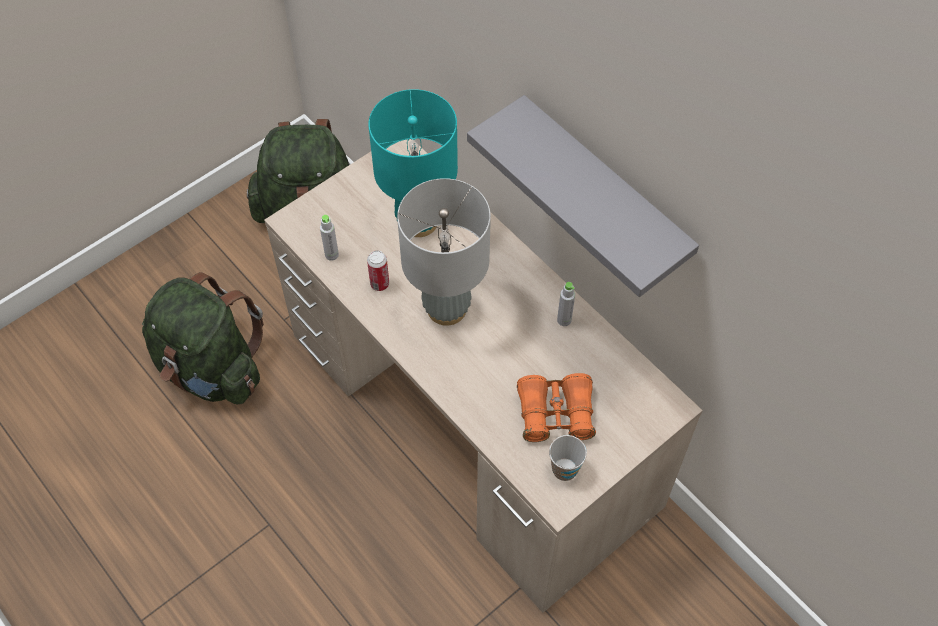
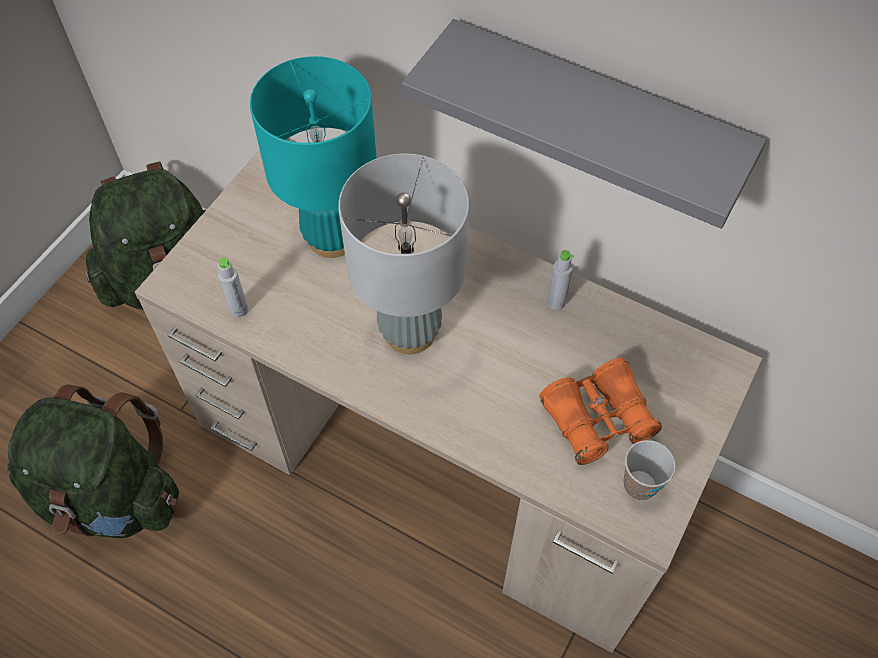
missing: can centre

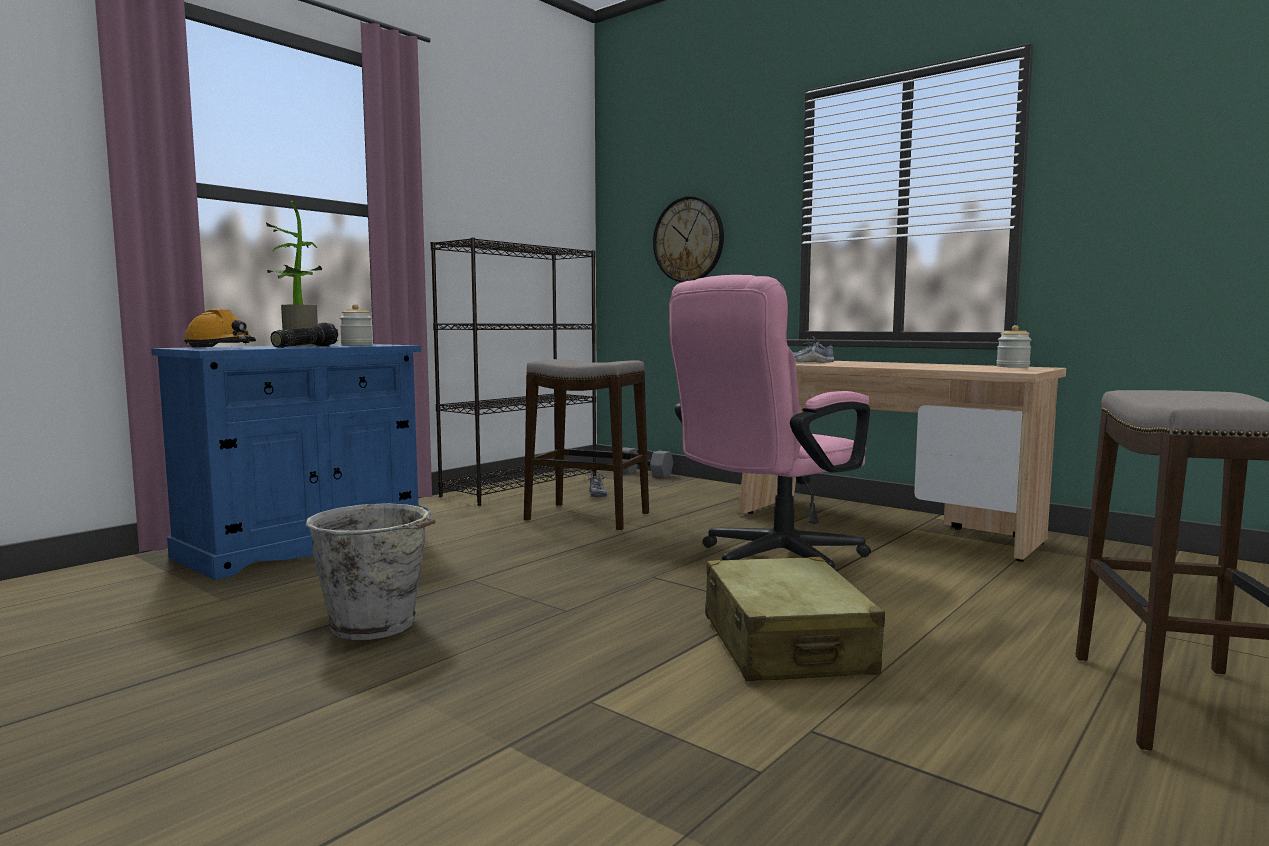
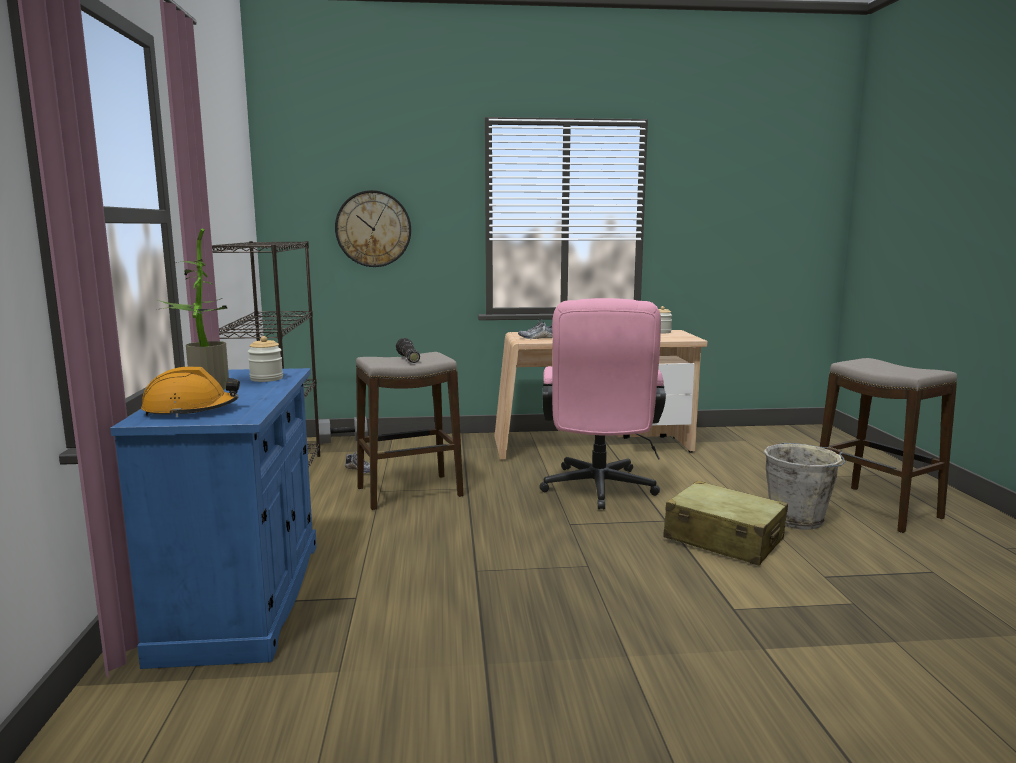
relocated: flashlight middle left to centre; grey bucket bottom left to middle right

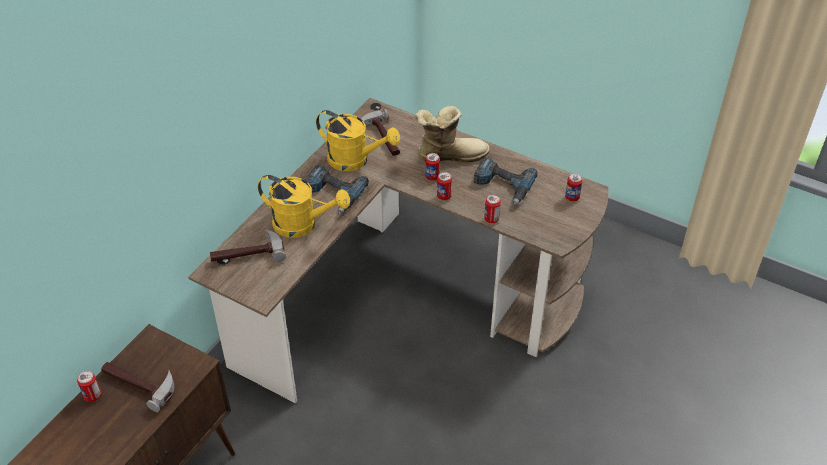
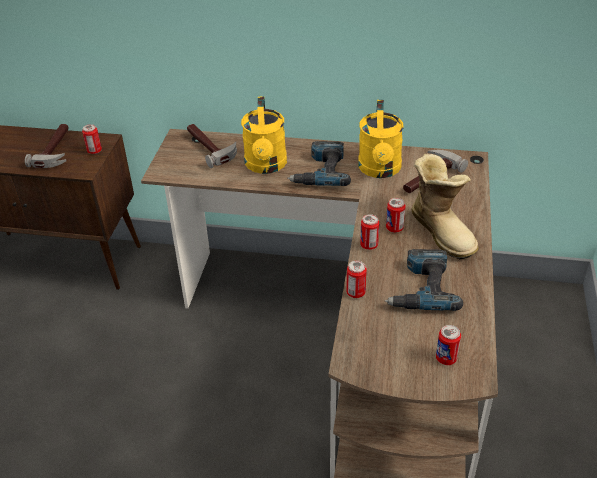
relocated: can (no. 1 from left) bottom left to top left

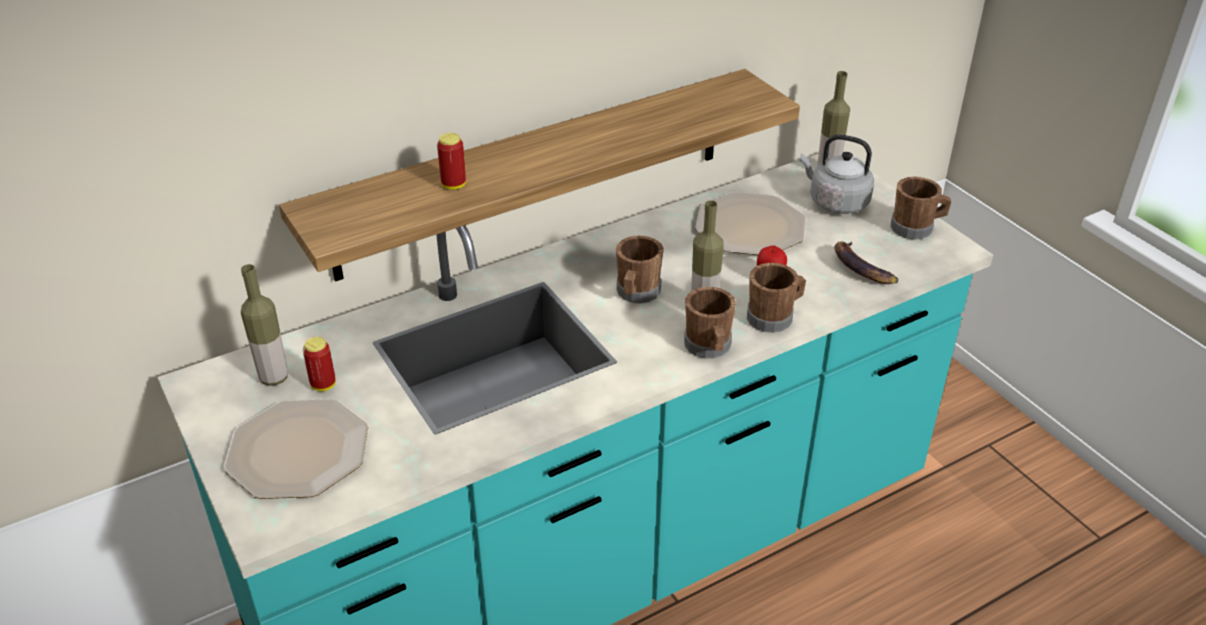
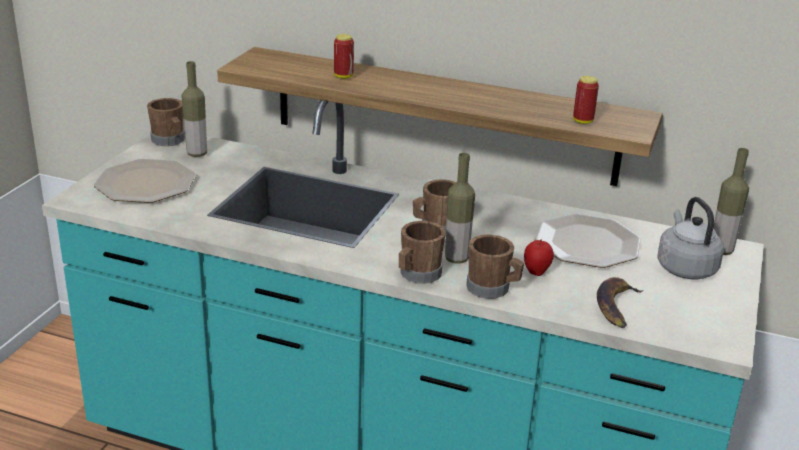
relocated: can (no. 1 from left in the first image) middle left to can (no. 2 from left) top right; brown mug (no. 4 from left in the first image) top right to brown mug (no. 1 from left) top left

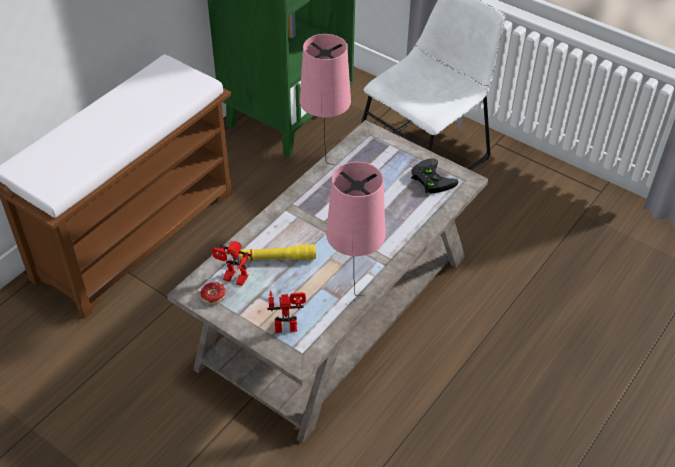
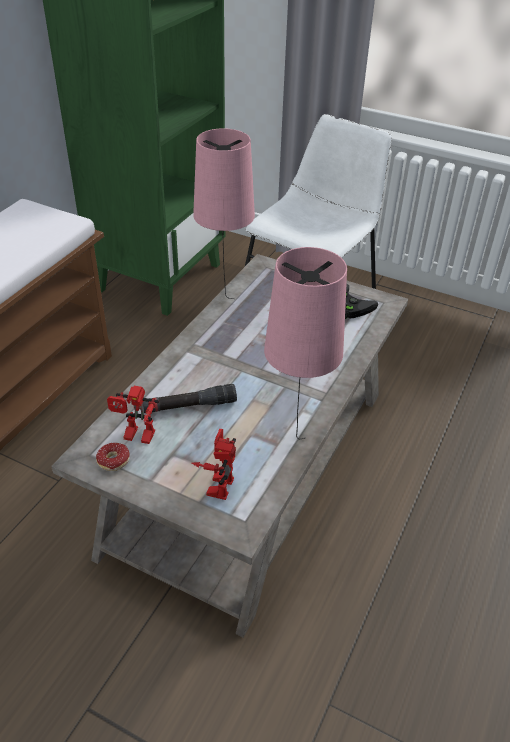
colour: yellow flashlight centre to black flashlight centre
spun: toy robot (no. 2 from left) centre = centre 60 degrees counterclockwise

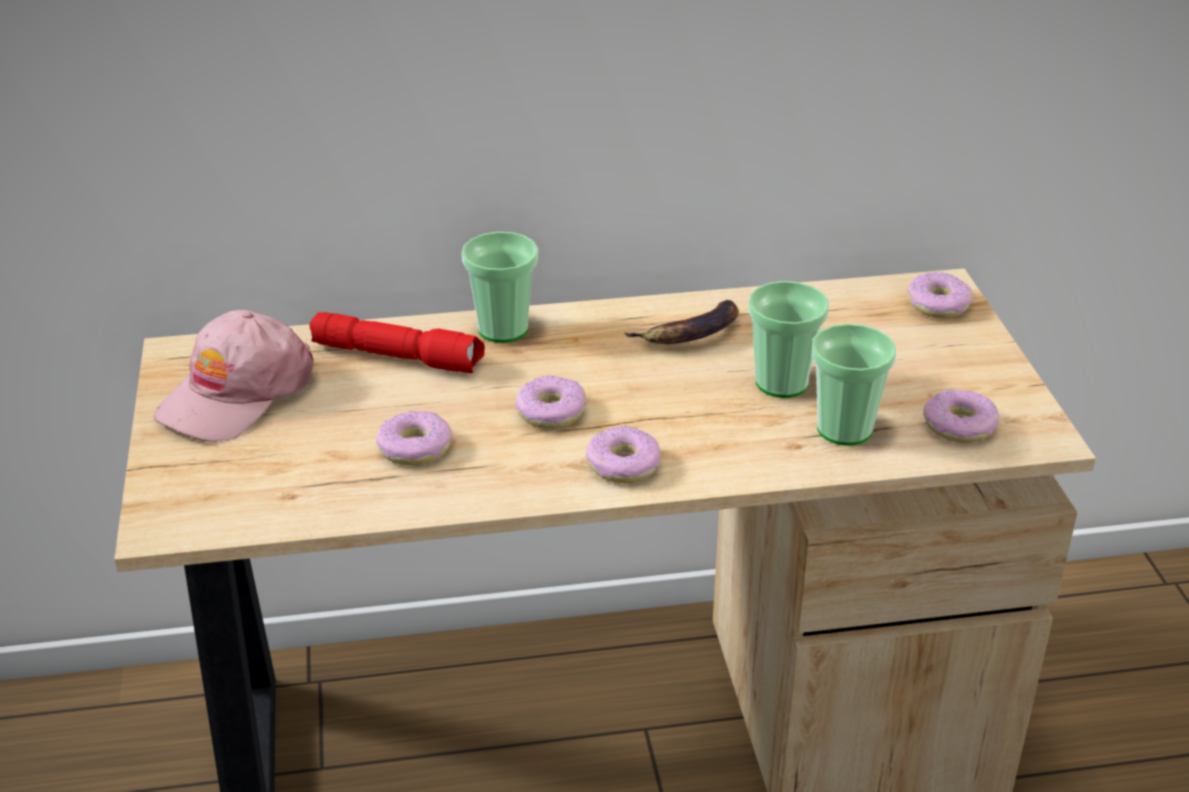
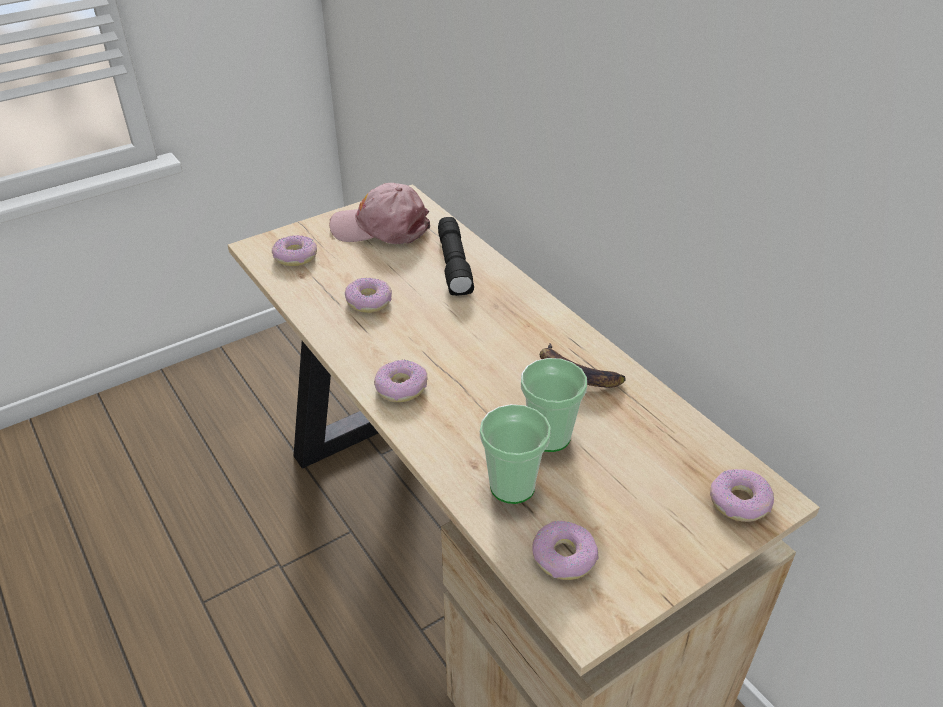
missing: cup (no. 1 from left) centre
relocated: donut (no. 2 from left in the first image) centre to donut (no. 1 from left) middle left
colour: red flashlight centre to black flashlight centre

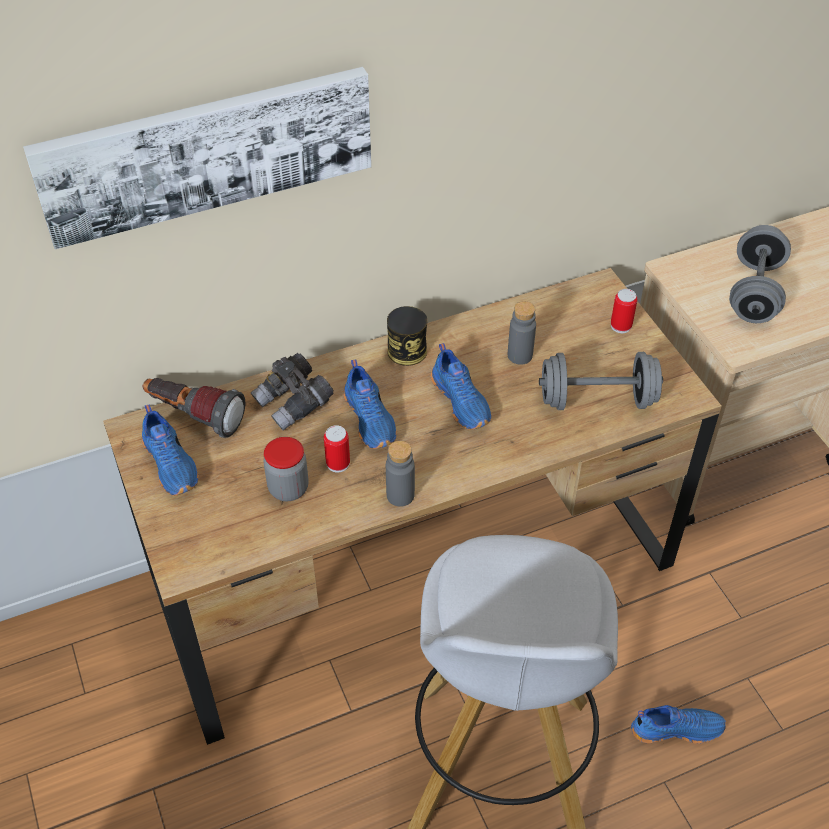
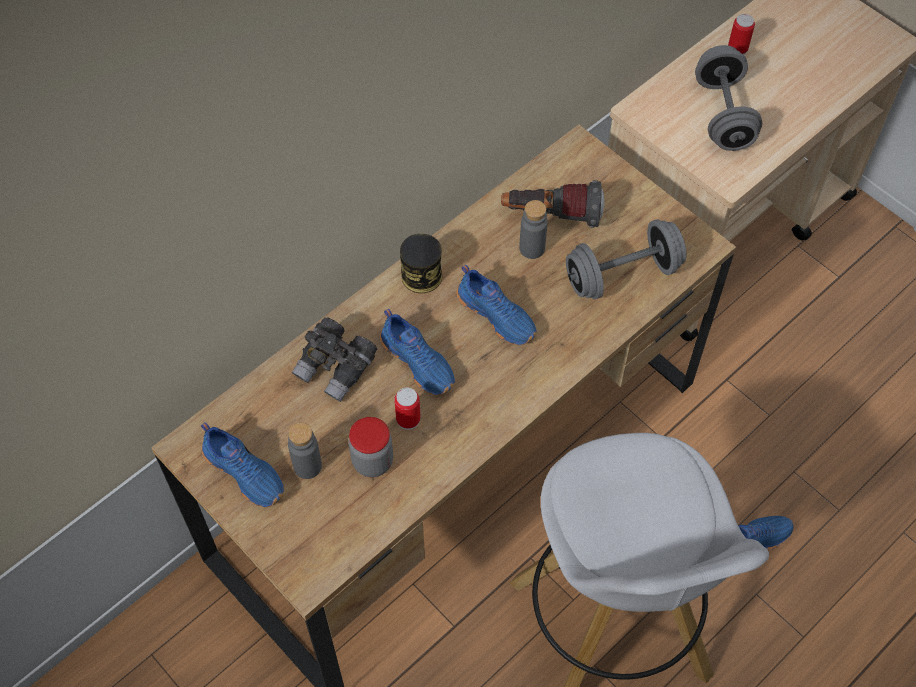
missing: picture top left
relocated: flashlight middle left to top centre; grey bottle (no. 1 from left) centre to middle left; can (no. 3 from left) middle right to top right

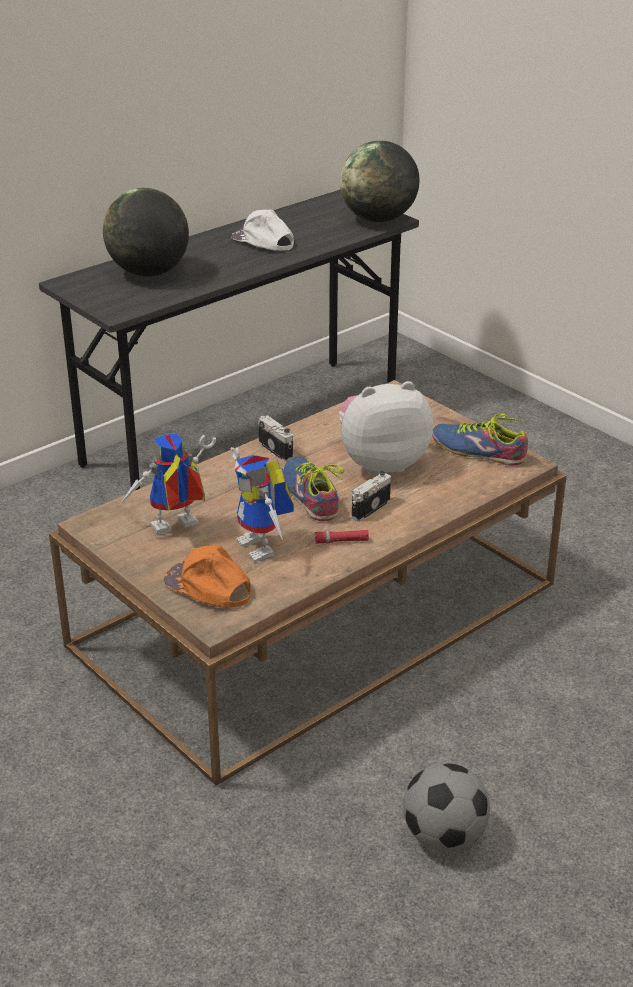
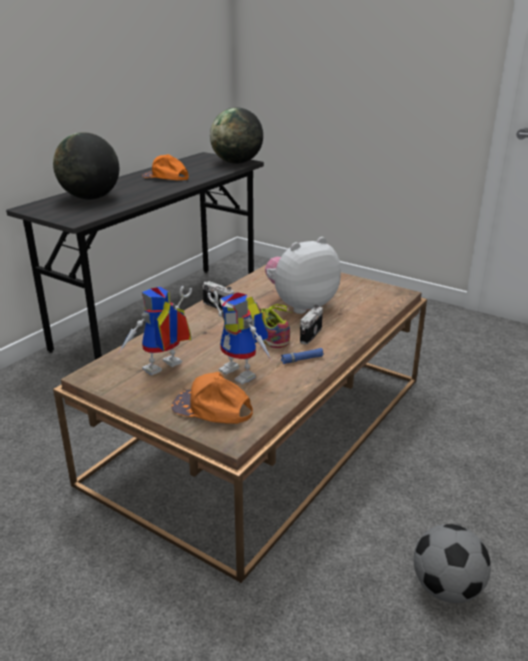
missing: shoe (no. 2 from left) middle right
colour: white cap top centre to orange cap (no. 1 from left) top left; red flashlight centre to blue flashlight centre

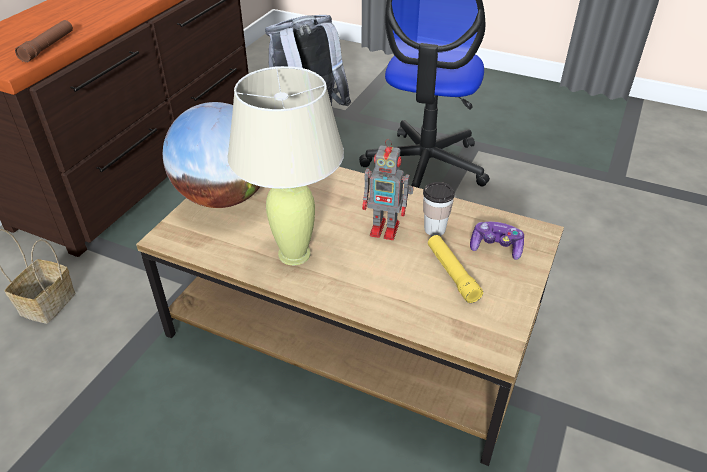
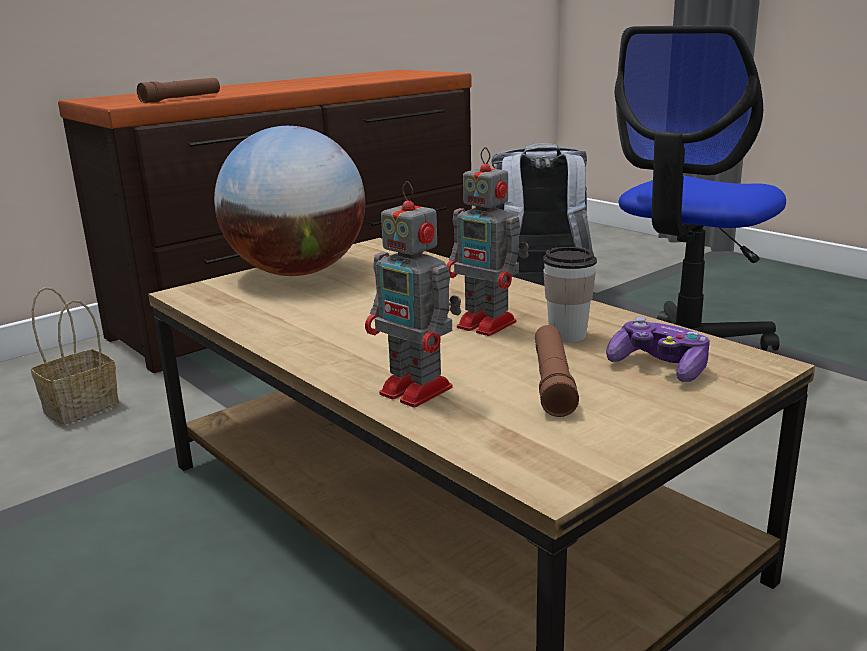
missing: beige table lamp centre
appeared: toy robot (no. 1 from left) centre
colour: yellow flashlight centre to brown flashlight (no. 2 from left) centre

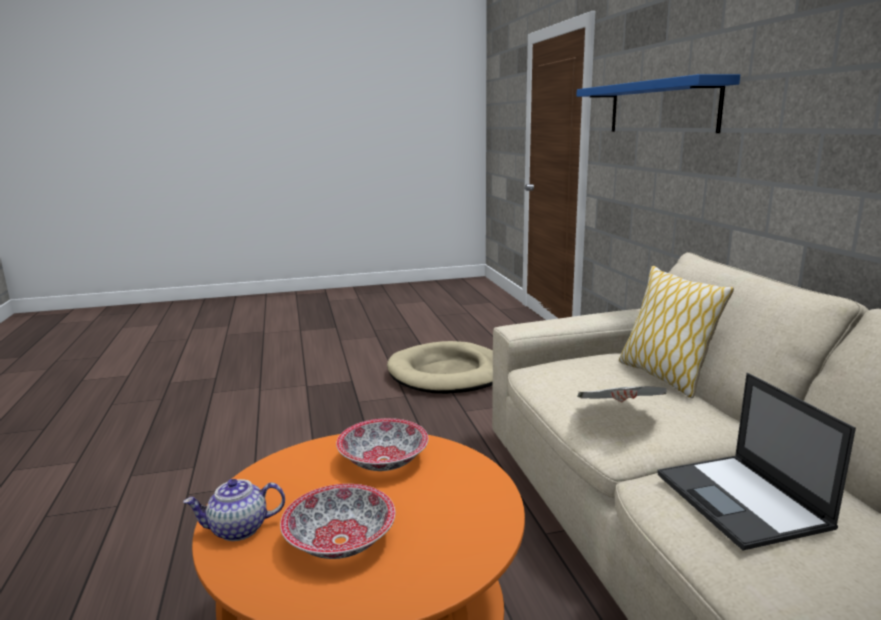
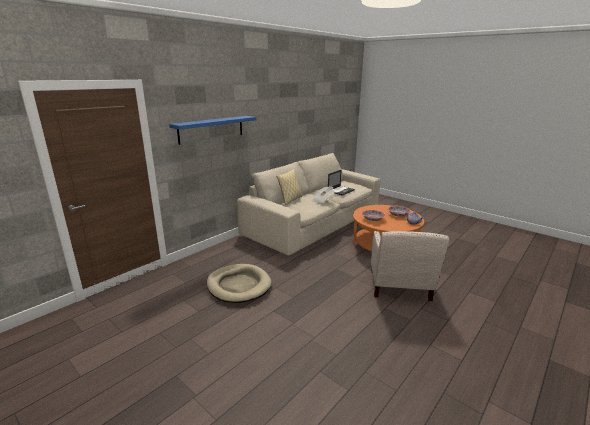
appeared: beige armchair middle right

